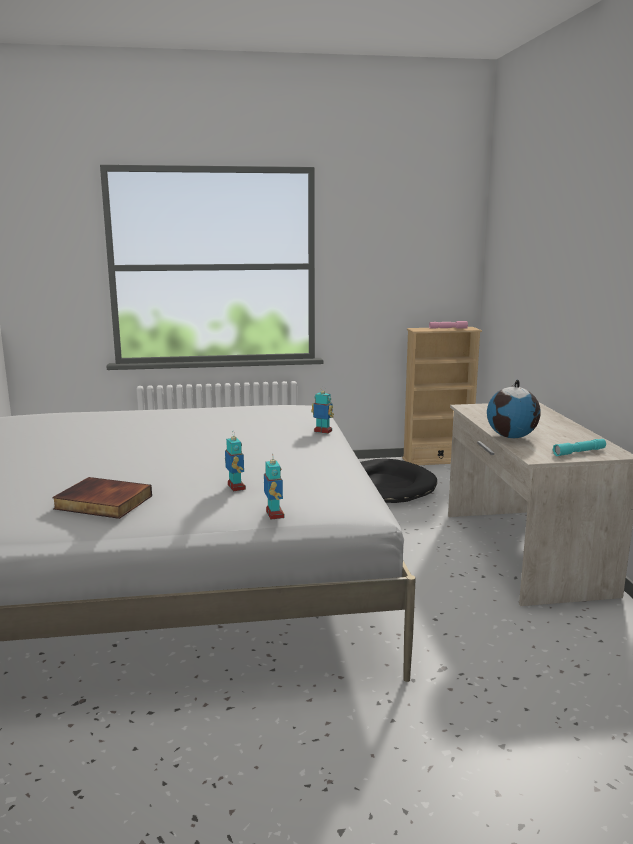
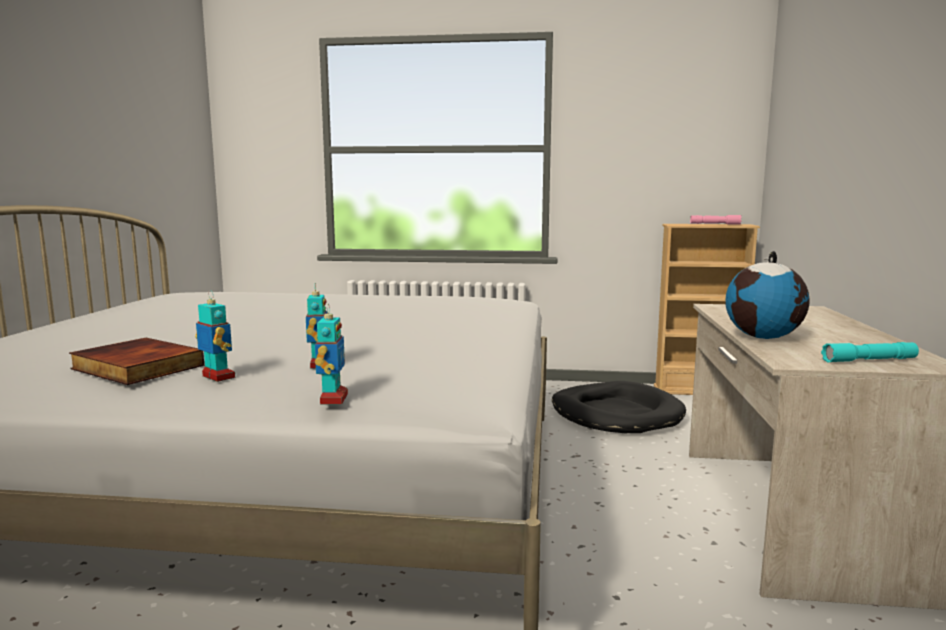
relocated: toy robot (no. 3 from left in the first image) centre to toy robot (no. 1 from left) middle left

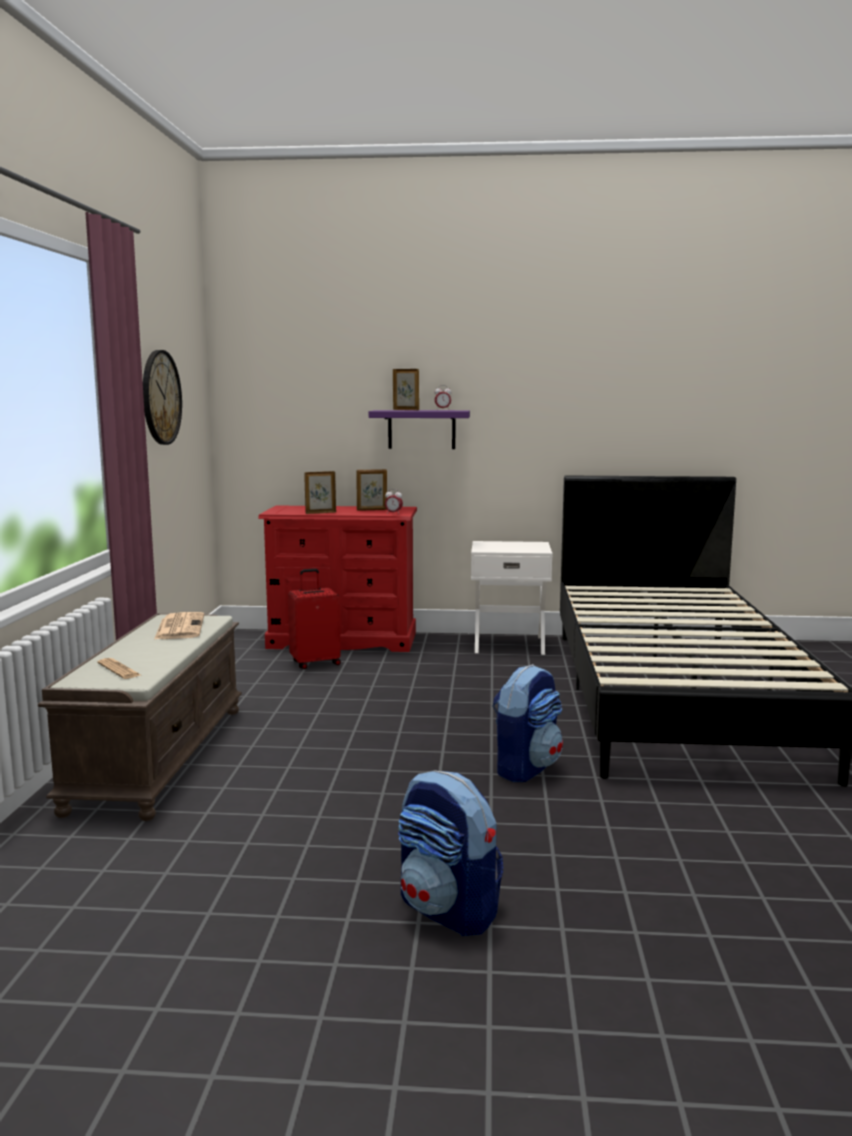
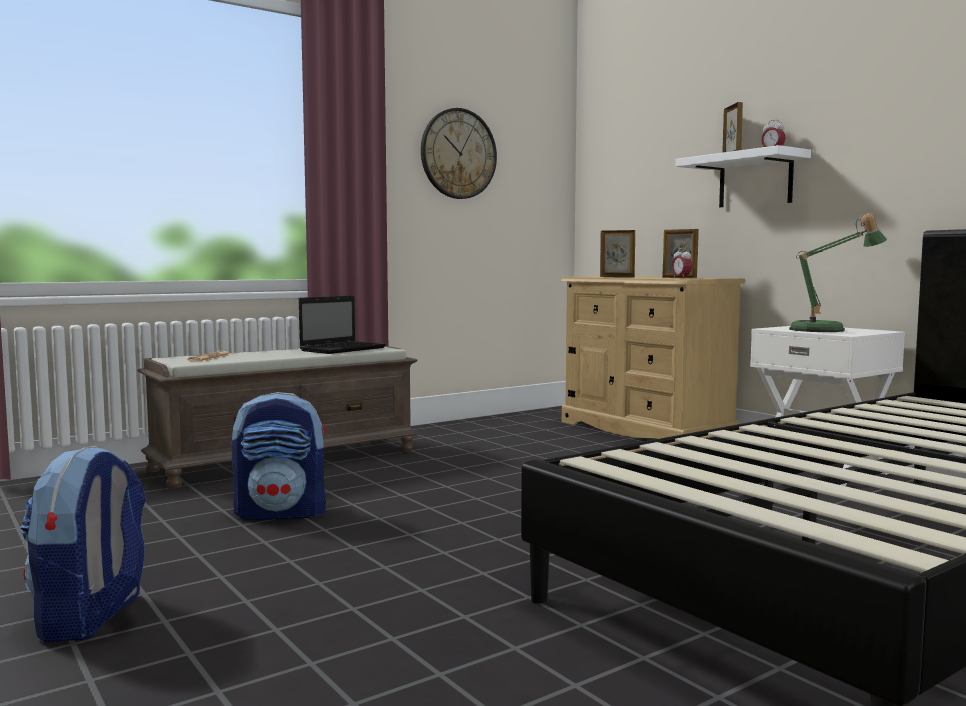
missing: red suitcase centre
appeared: table lamp middle right
relocated: backpack (no. 2 from left) centre to middle left
exchanged: newspaper (no. 2 from left) middle left to laptop centre
colour: red dresser centre to beige dresser middle right; purple shelf centre to white shelf top right

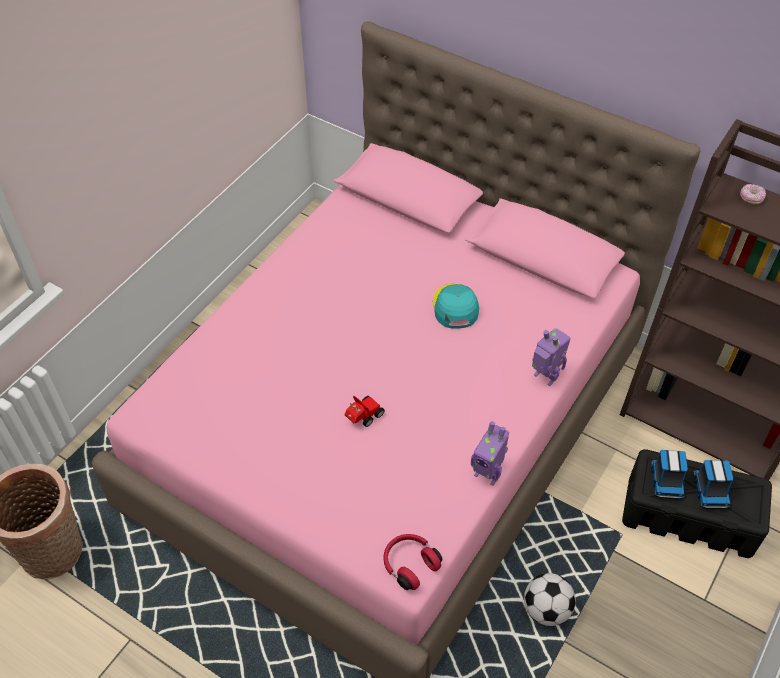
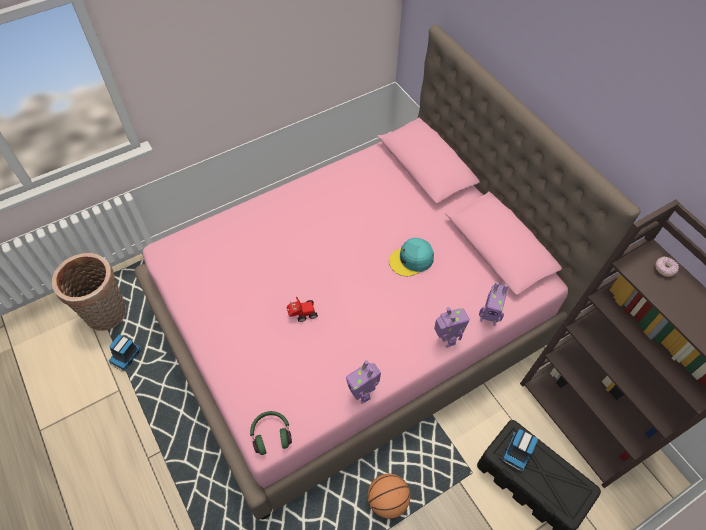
appeared: toy robot (no. 3 from left) middle right
relocated: toy truck (no. 2 from left in the first image) bottom right to toy truck (no. 1 from left) middle left
exchanged: football bottom right to basketball bottom centre
colour: red headphones bottom centre to green headphones bottom centre
spun: turquoise cap centre = centre 135 degrees counterclockwise

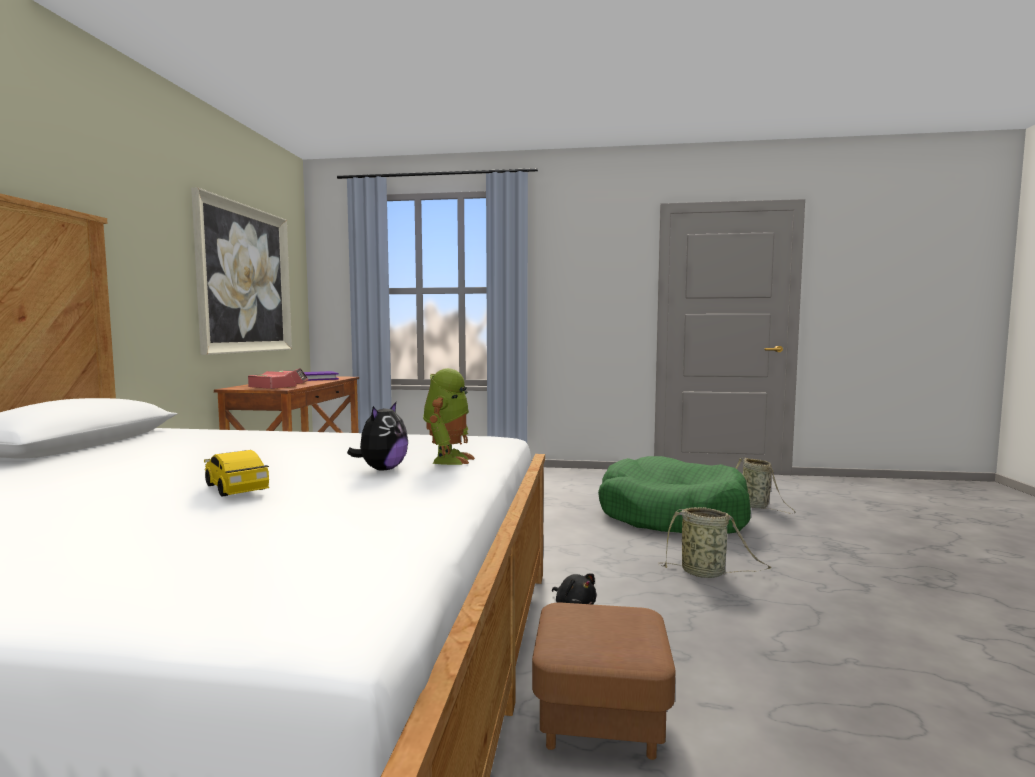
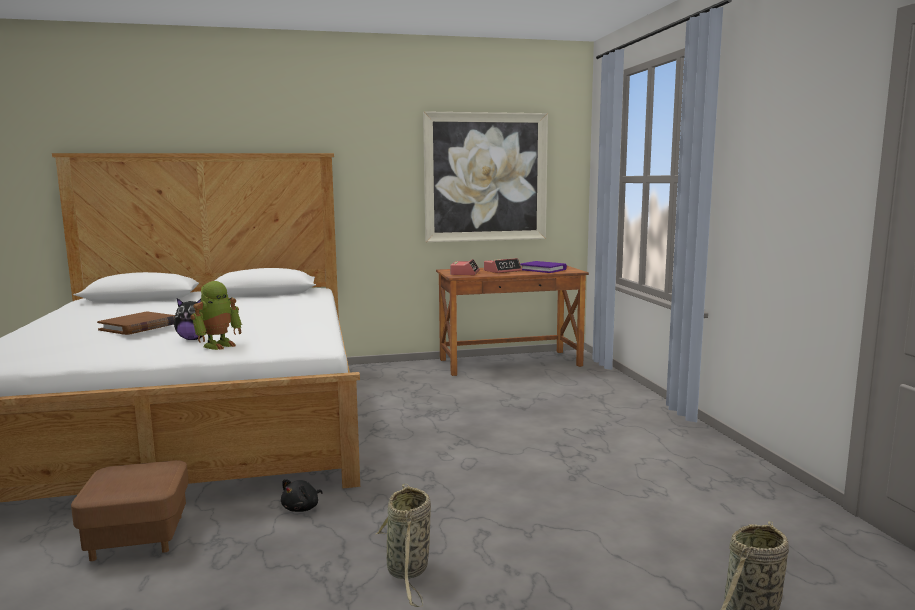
missing: green dog bed centre
exchanged: toy car middle left to brown book middle left
spun: toy robot centre = middle left 45 degrees counterclockwise

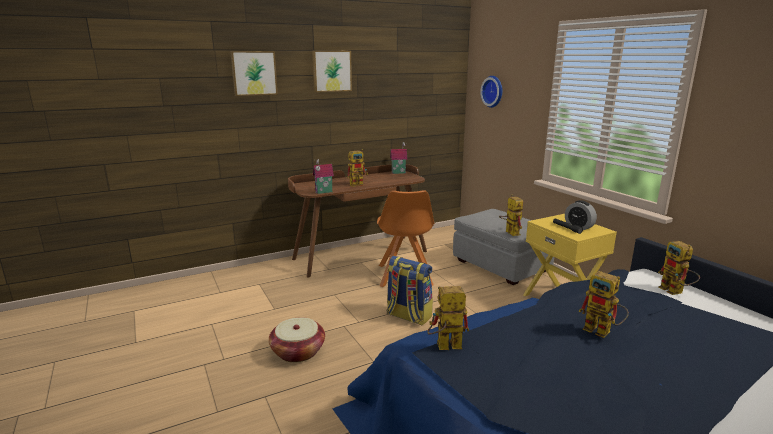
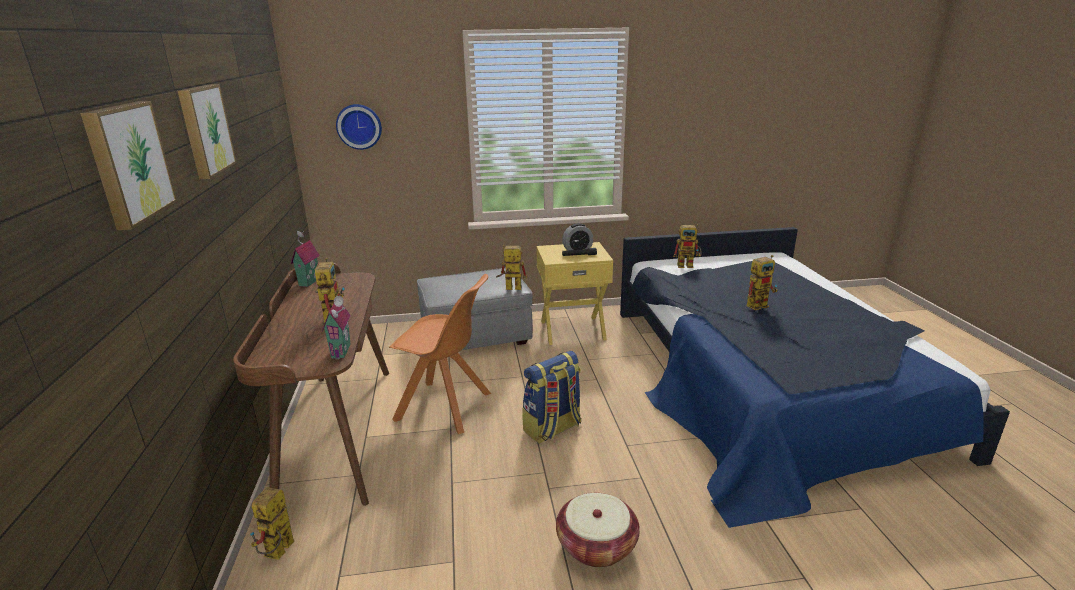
relocated: toy robot (no. 2 from left in the first image) bottom centre to toy robot (no. 1 from left) bottom left

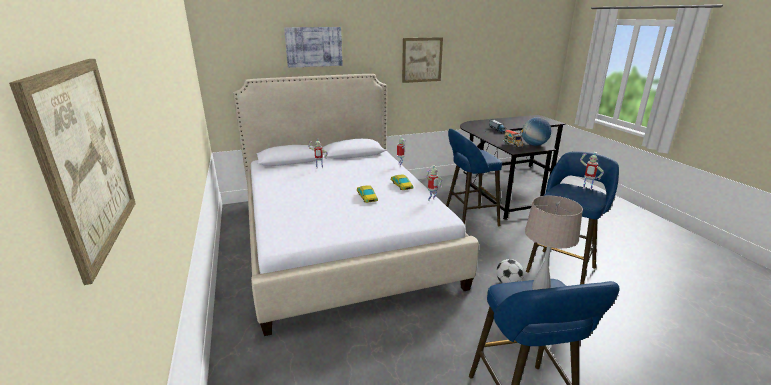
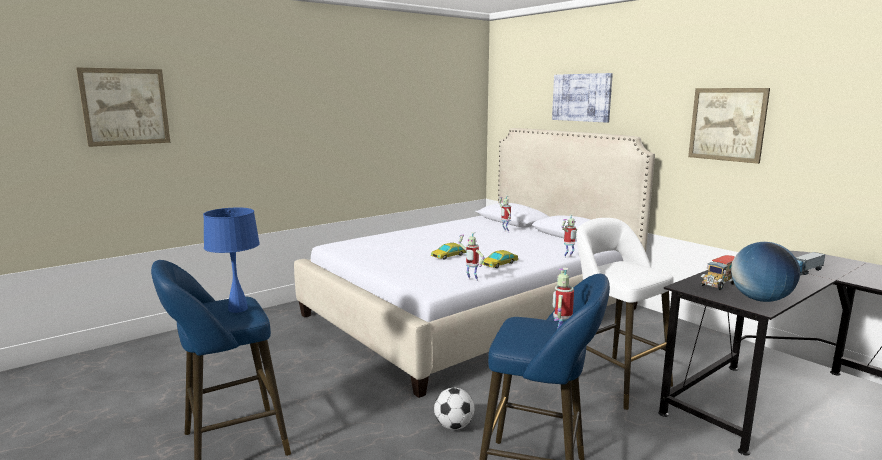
colour: blue stool (no. 1 from left) centre to white stool bottom right; beige table lamp middle right to blue table lamp middle left

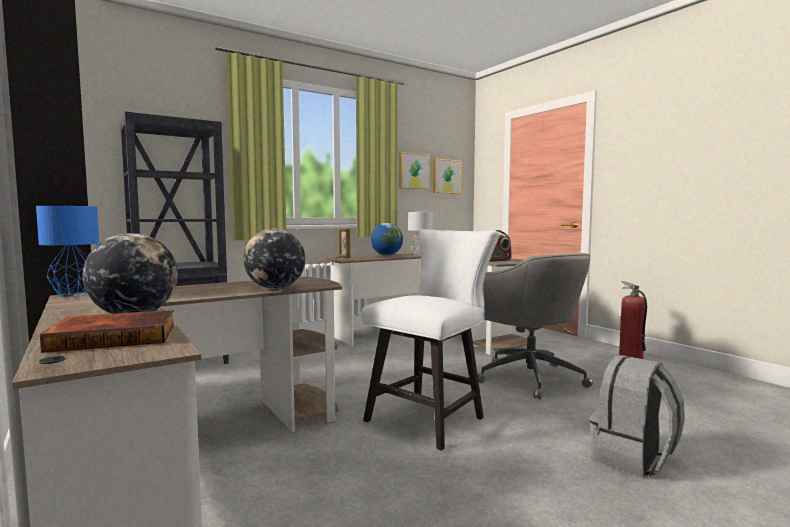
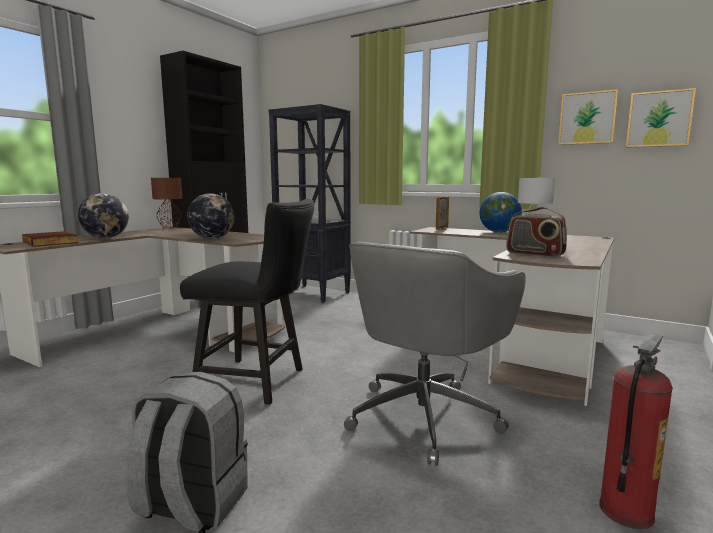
colour: blue table lamp middle left to brown table lamp middle left; white chair centre to black chair centre

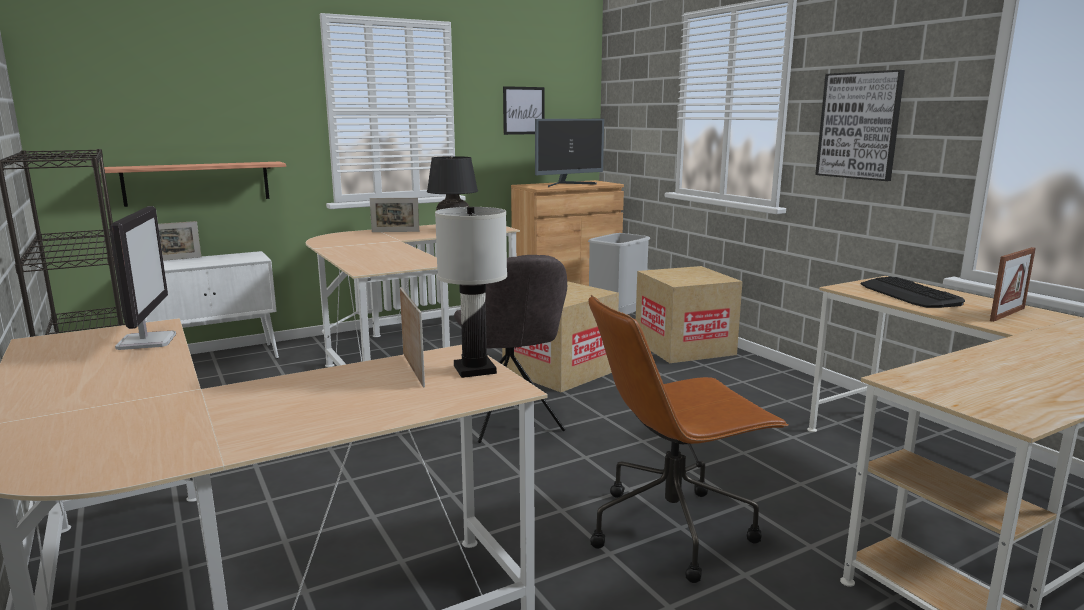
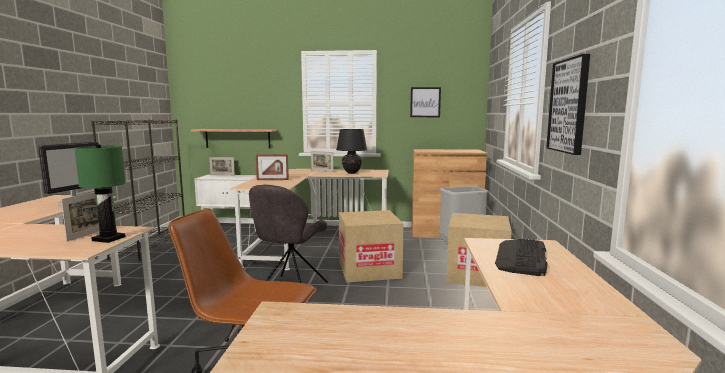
missing: monitor (no. 2 from left) top centre
relocated: picture frame (no. 4 from left in the first image) middle right to picture frame (no. 3 from left) centre
colour: white table lamp centre to green table lamp middle left

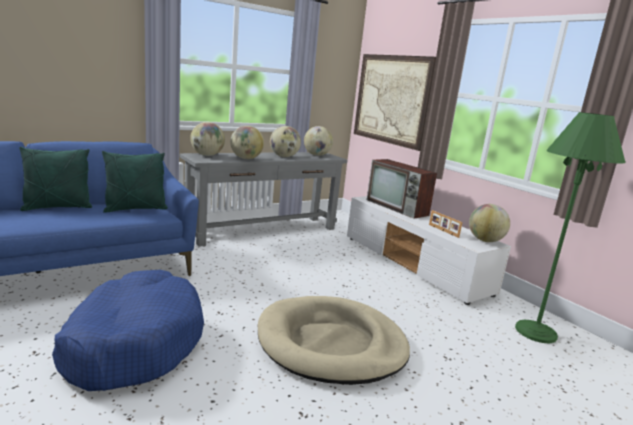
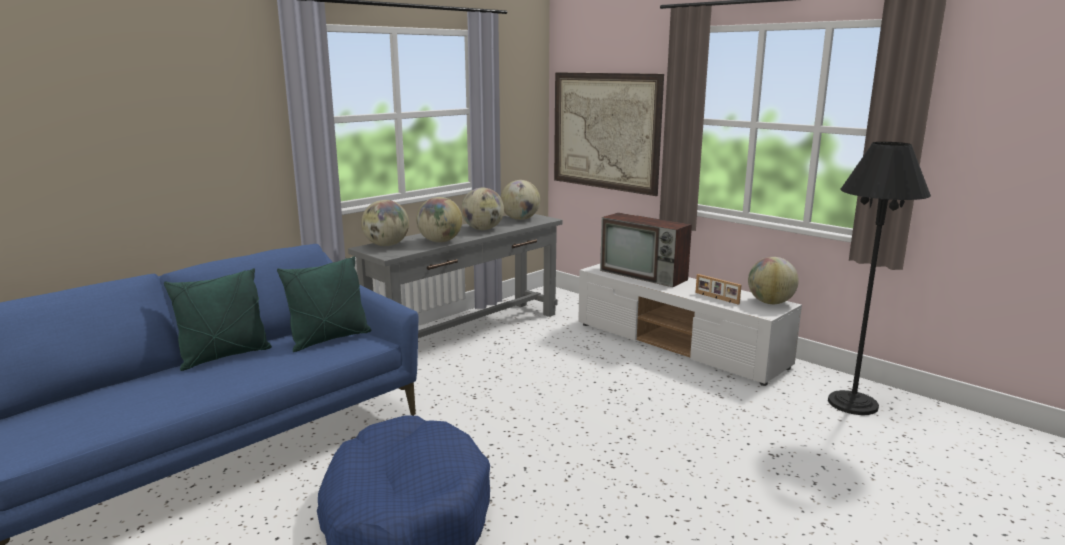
missing: beige dog bed bottom centre
colour: green floor lamp middle right to black floor lamp middle right

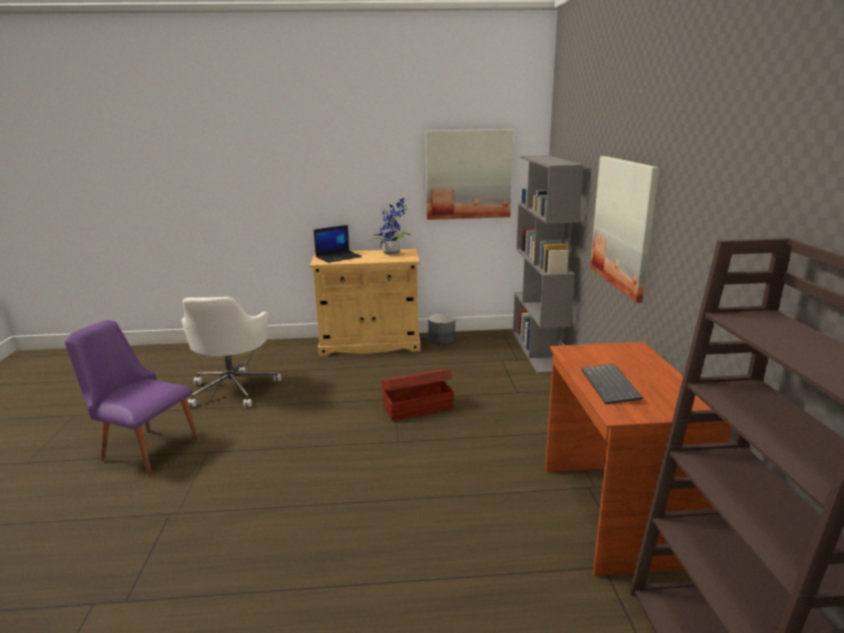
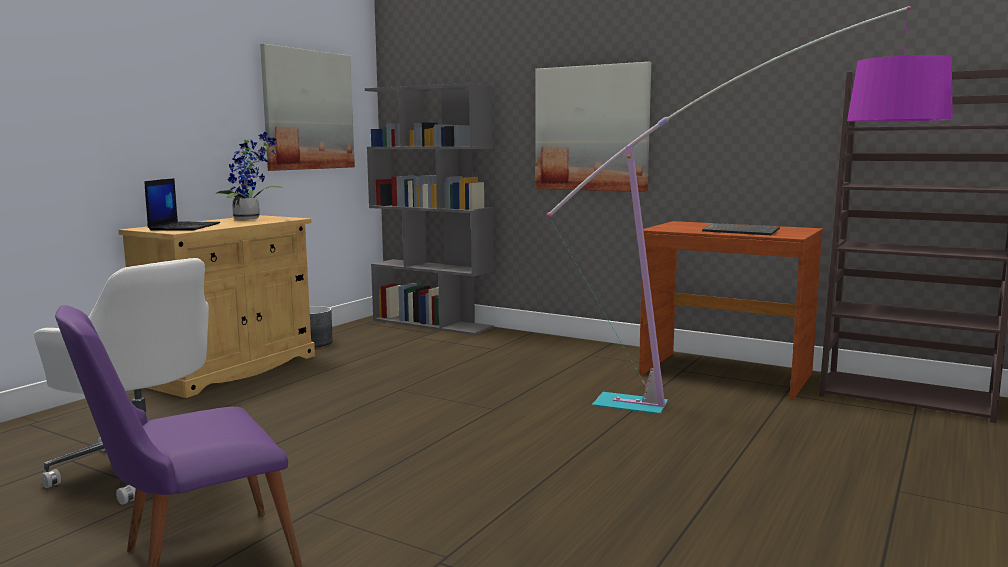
missing: brown storage box centre
appeared: floor lamp middle right

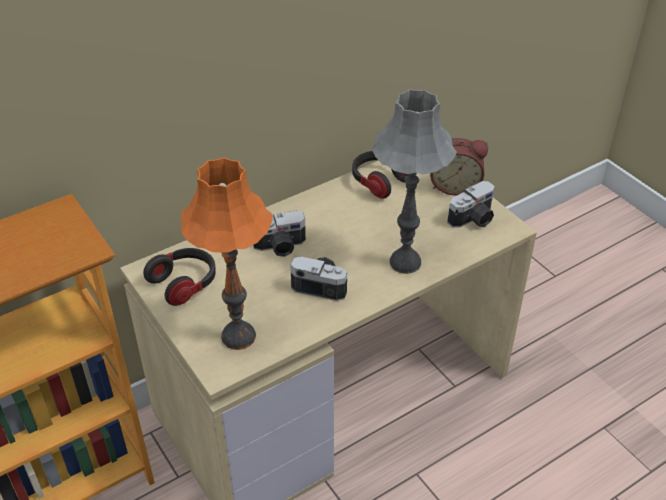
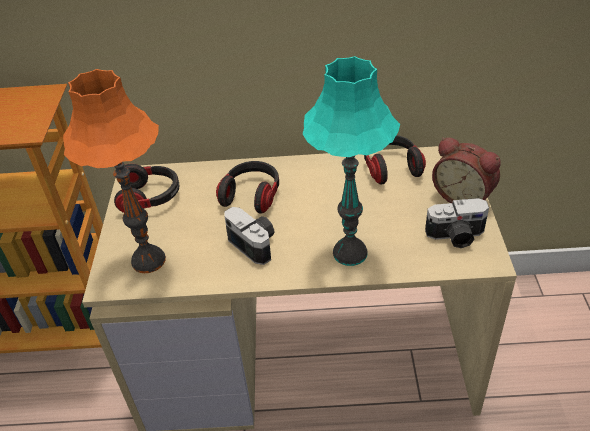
exchanged: photo camera (no. 1 from left) centre to headphones (no. 2 from left) centre
colour: grey table lamp centre to turquoise table lamp centre

